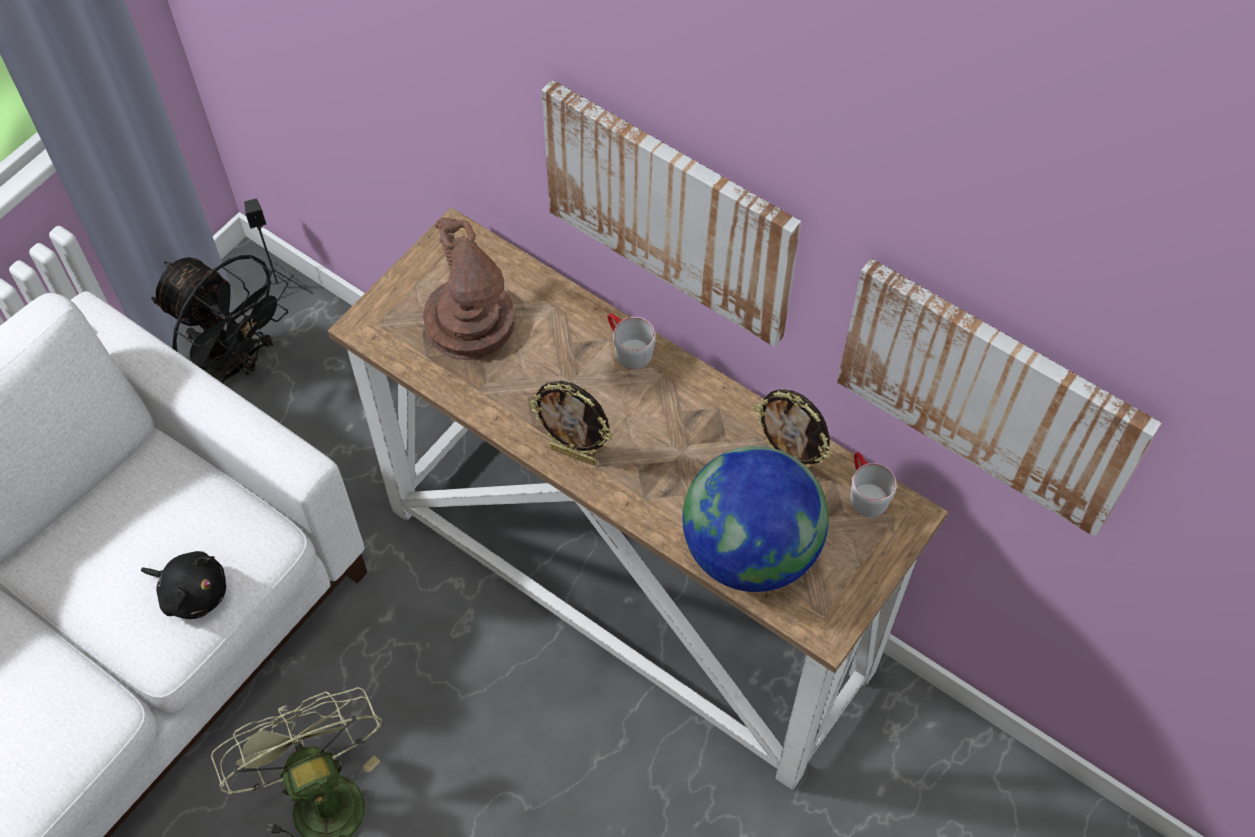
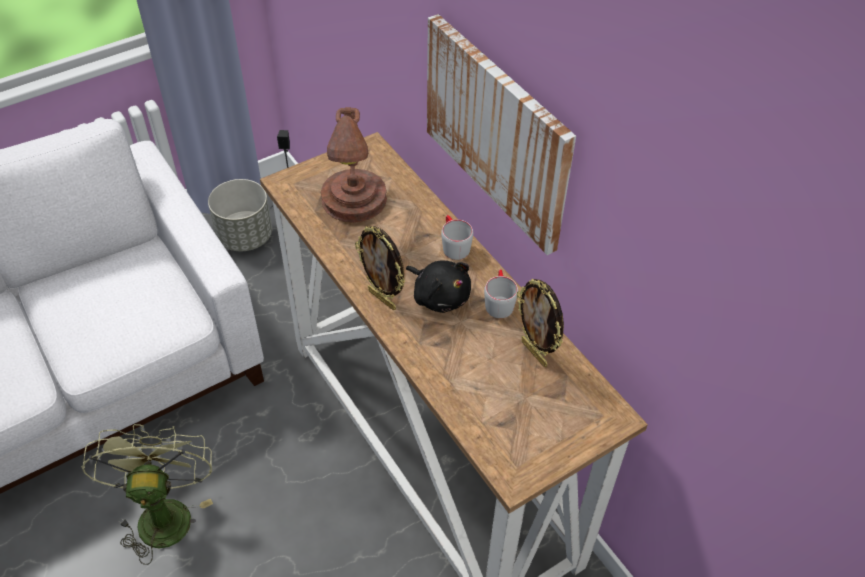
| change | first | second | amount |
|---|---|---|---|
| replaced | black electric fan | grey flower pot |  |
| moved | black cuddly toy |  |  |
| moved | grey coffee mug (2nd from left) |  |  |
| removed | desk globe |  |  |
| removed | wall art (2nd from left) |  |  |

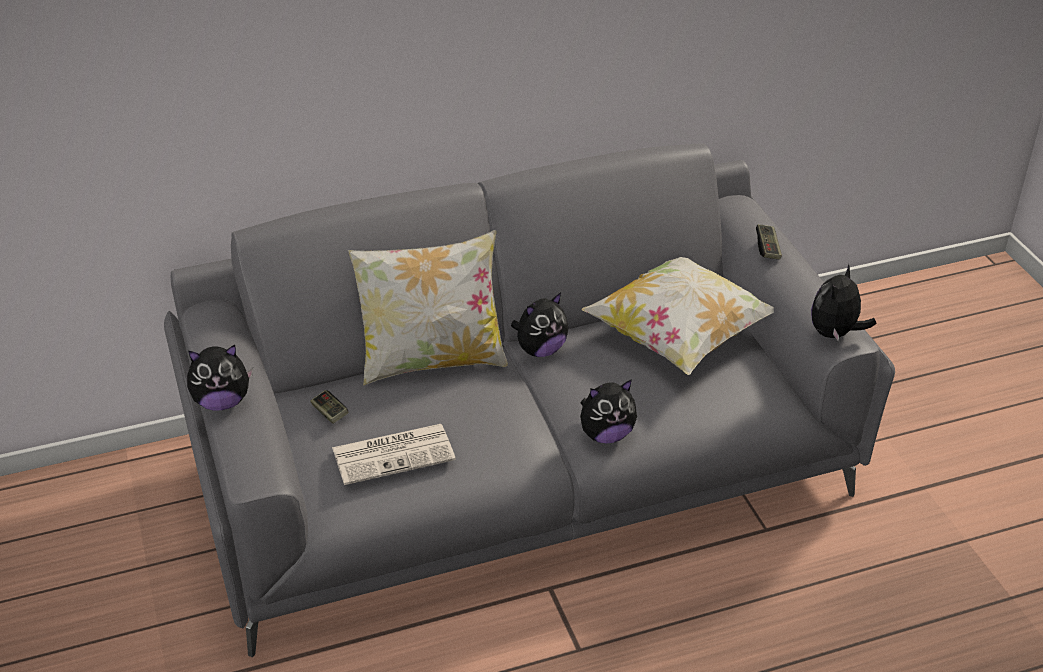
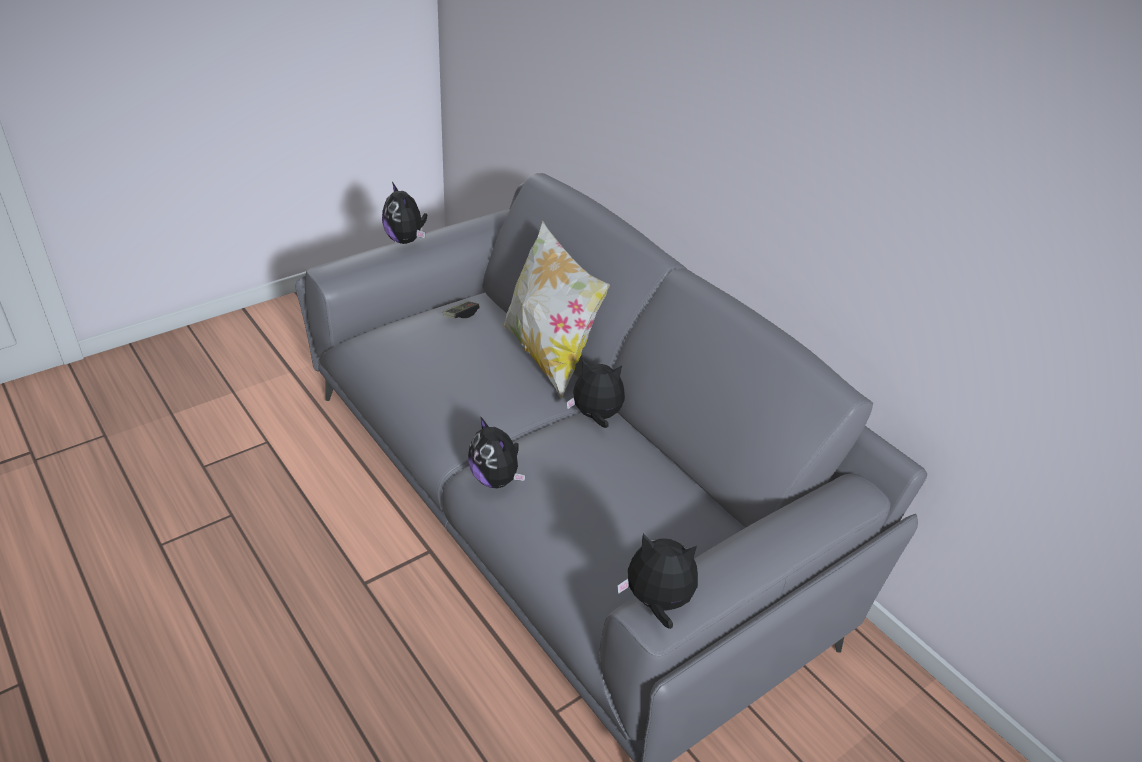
| change | first | second | amount |
|---|---|---|---|
| turned | cuddly toy (2nd from left in the first image) | cuddly toy (3rd from left) | 150 degrees clockwise |
| removed | daily paper |  |  |
| removed | throw pillow (2nd from left) |  |  |
| removed | gamepad (2nd from left) |  |  |

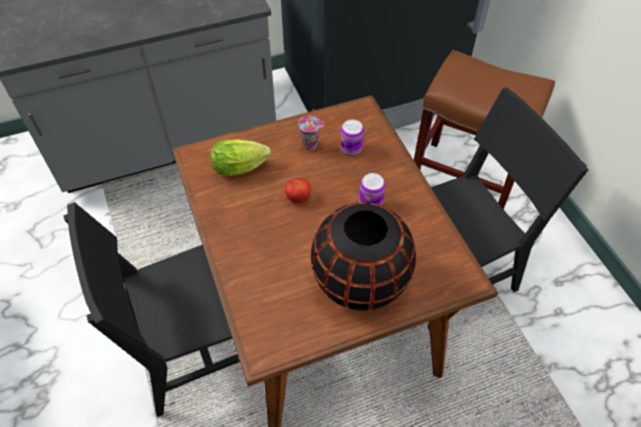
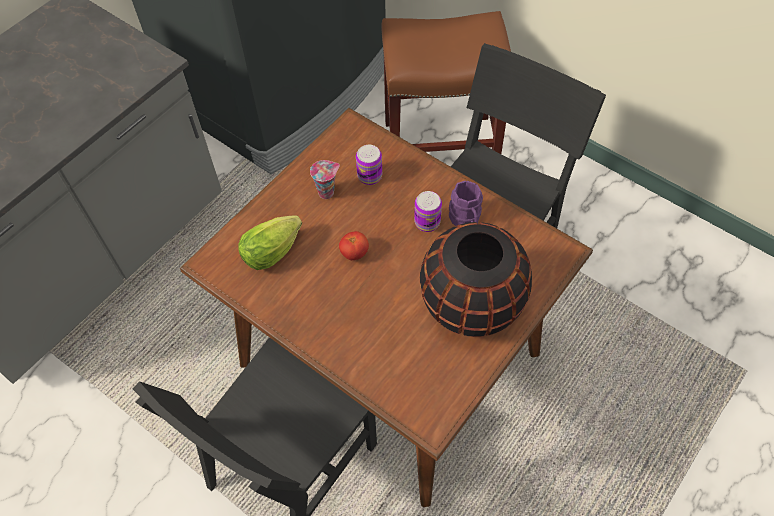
| change | first | second | amount |
|---|---|---|---|
| added |  | purple coffee mug |  |

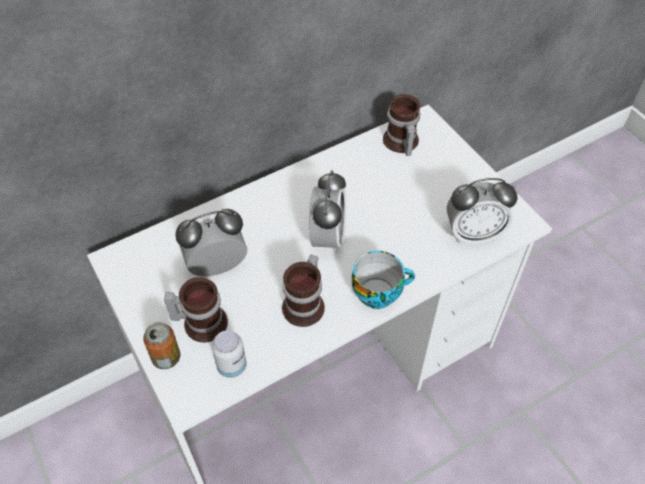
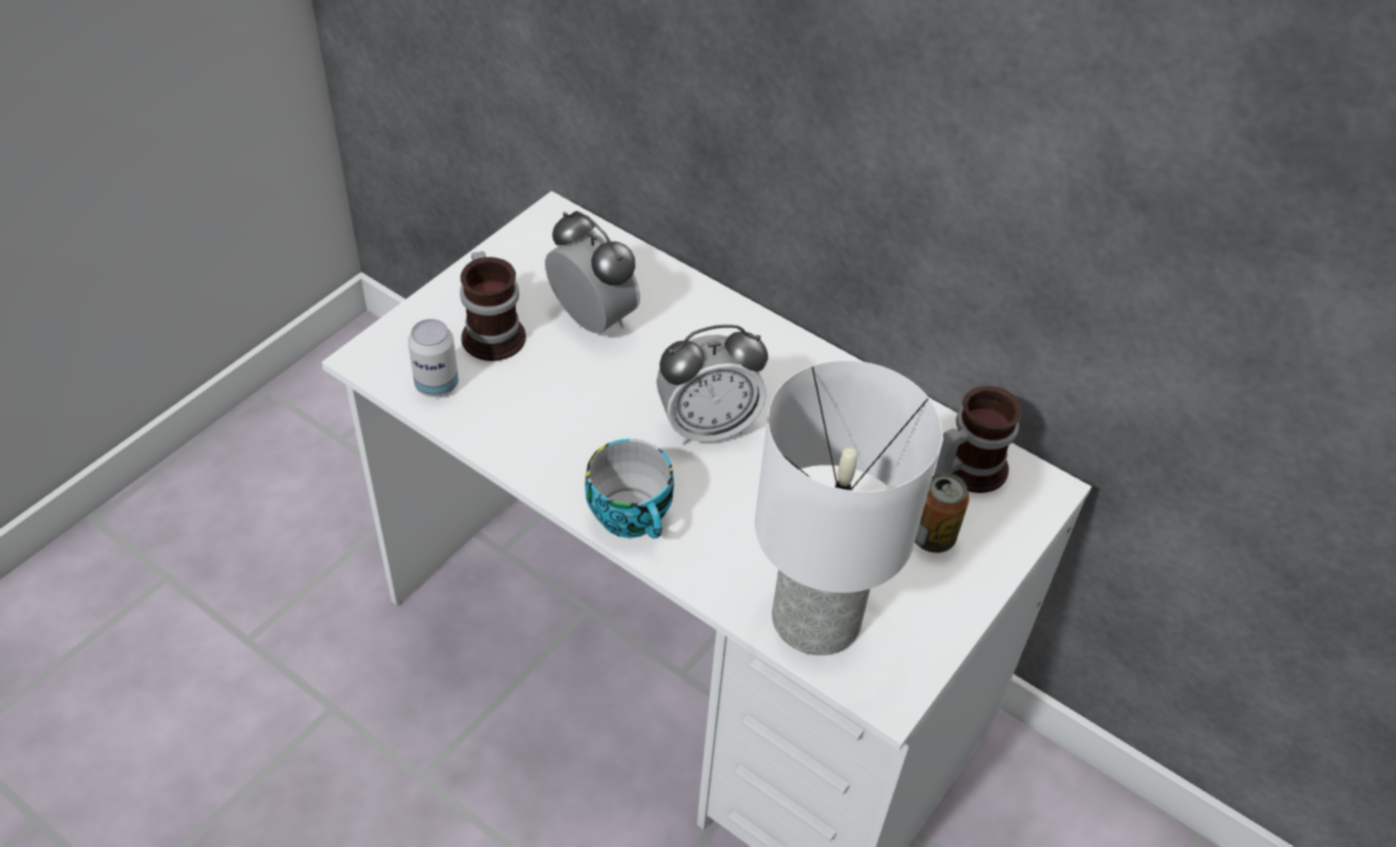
| change | first | second | amount |
|---|---|---|---|
| replaced | alarm clock (3rd from left) | whitish tabletop lamp |  |
| moved | can (1st from left in the first image) | can (2nd from left) |  |
| removed | coffee mug (2nd from left) |  |  |

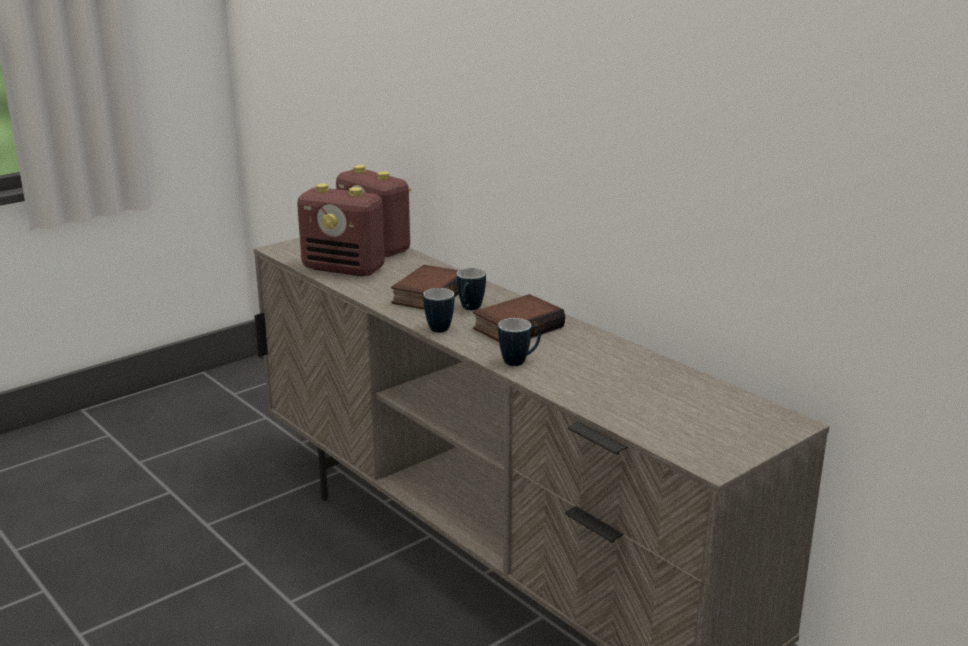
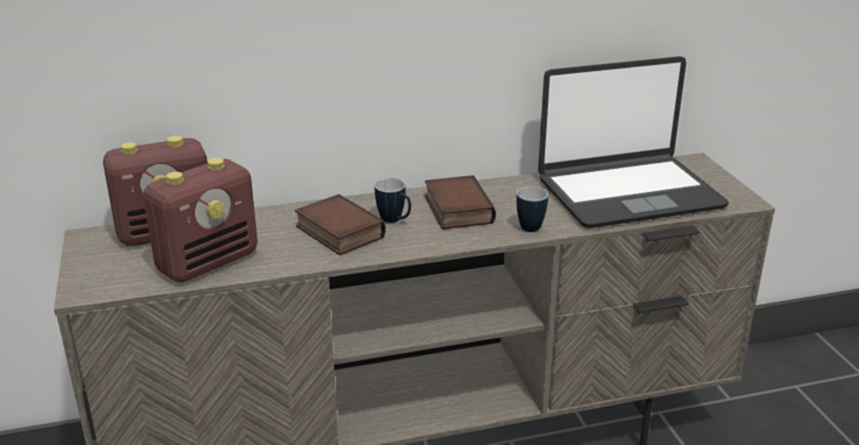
| change | first | second | amount |
|---|---|---|---|
| added |  | laptop |  |
| removed | coffee mug (1st from left) |  |  |

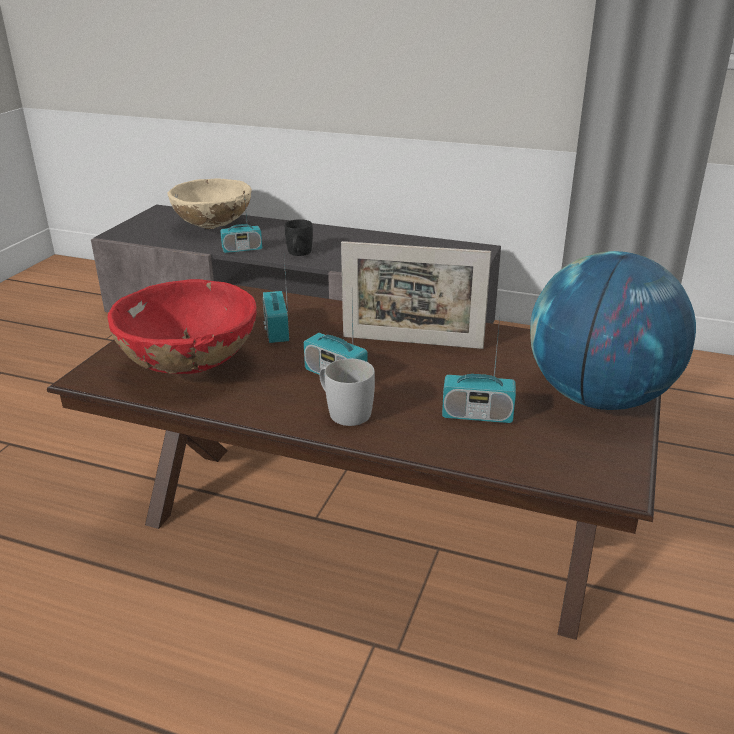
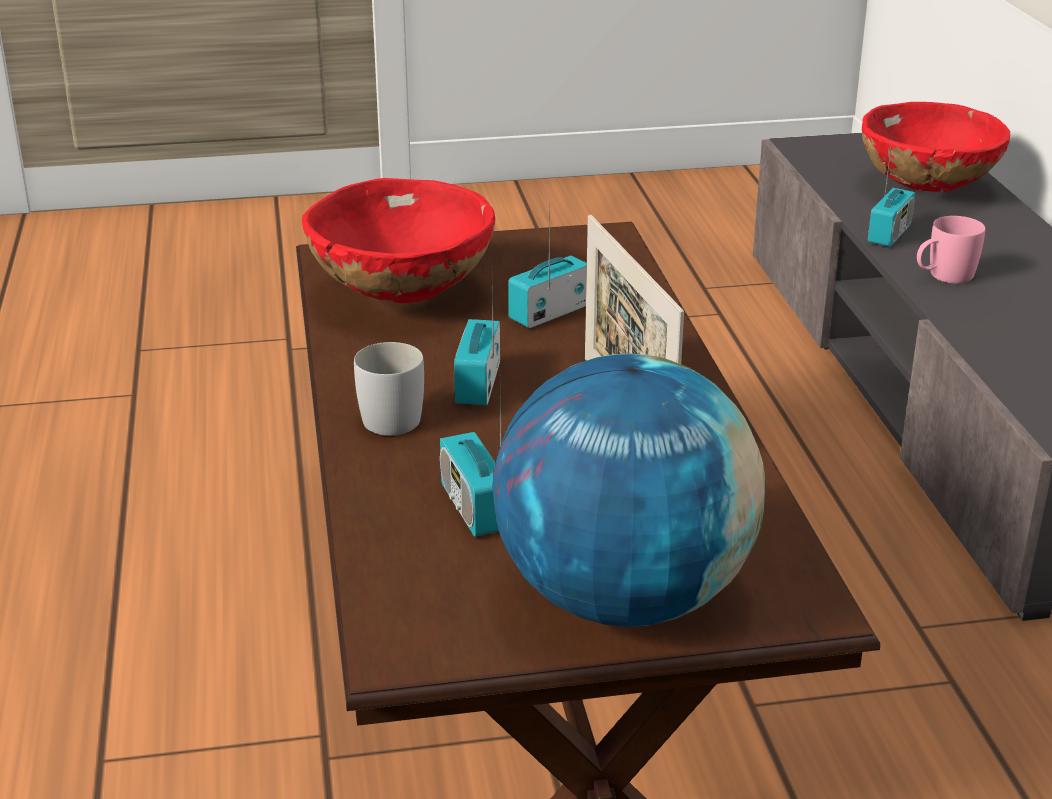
| change | first | second | amount |
|---|---|---|---|
| recoloured | beige-coloured deep dish | red deep dish (2nd from left) |  |
| turned | radio set (1st from left in the first image) | radio set (4th from left) | 105 degrees counterclockwise |
| recoloured | black coffee mug | pink coffee mug |  |

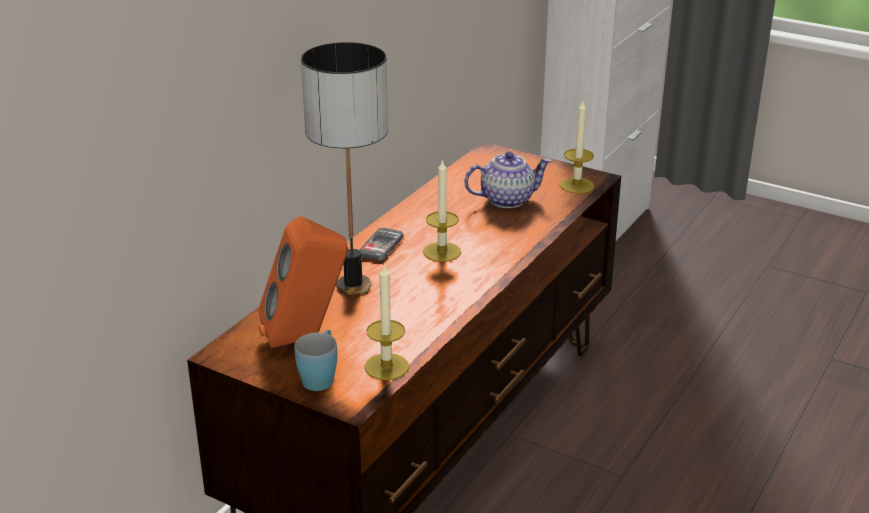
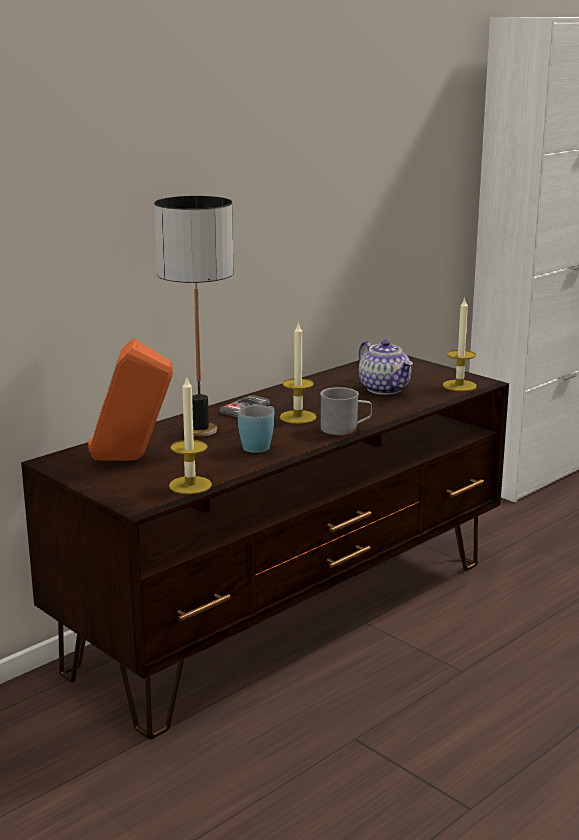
| change | first | second | amount |
|---|---|---|---|
| moved | bluish coffee mug |  |  |
| added |  | grey coffee mug |  |
| turned | tea pot |  | 60 degrees clockwise |

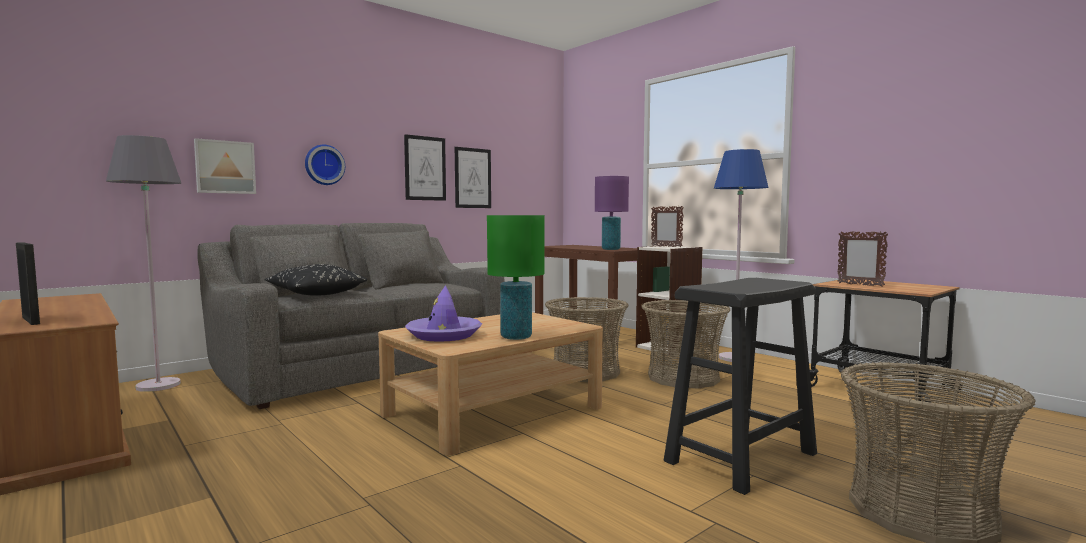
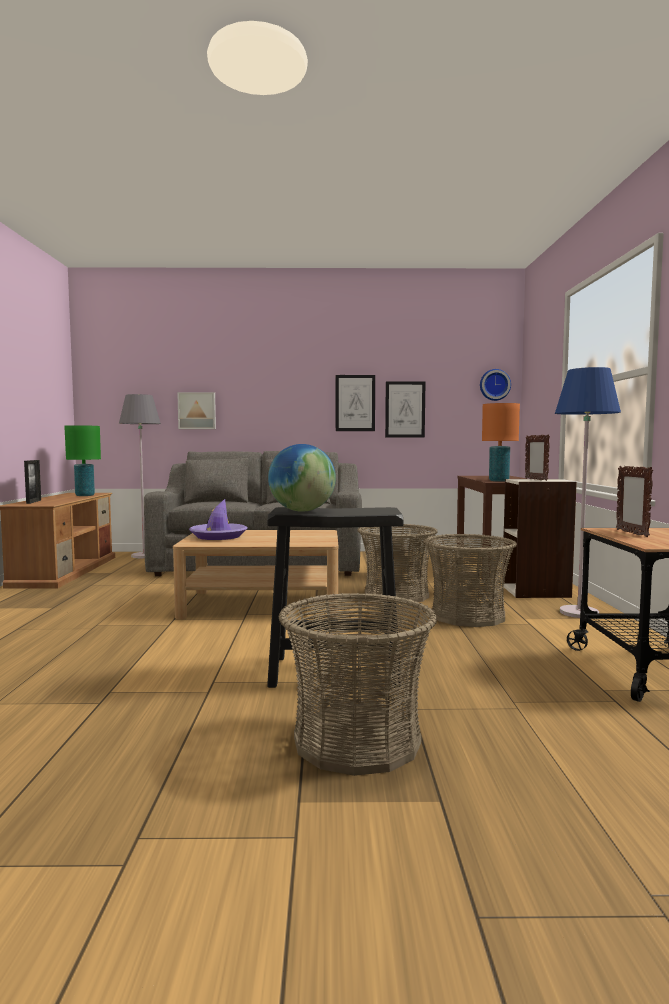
| change | first | second | amount |
|---|---|---|---|
| moved | green tabletop lamp |  |  |
| added |  | desk globe |  |
| moved | wall clock |  |  |
| recoloured | purple tabletop lamp | orange tabletop lamp |  |
| removed | black throw pillow |  |  |

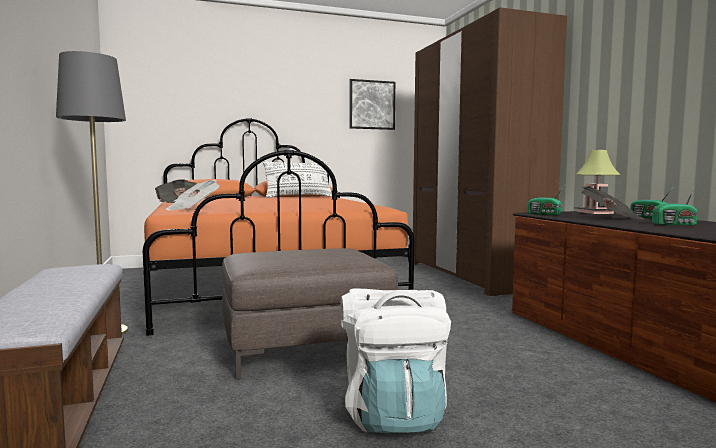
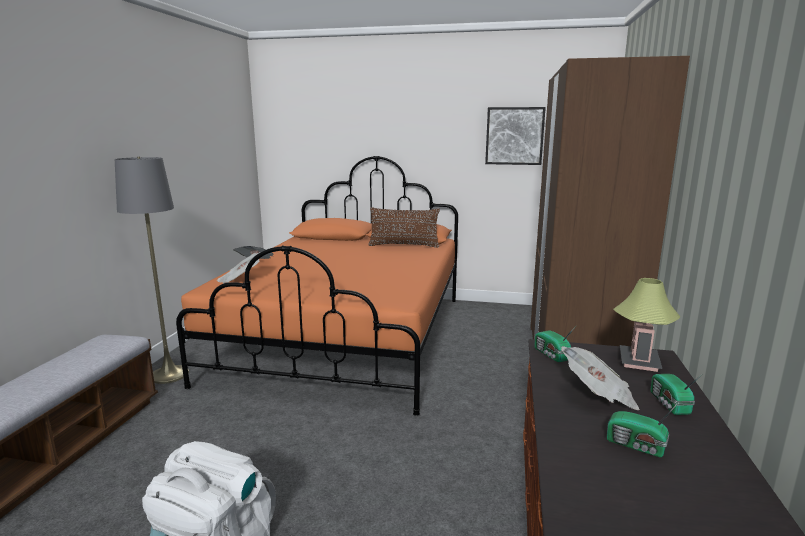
| change | first | second | amount |
|---|---|---|---|
| recoloured | whitish throw pillow | brownish throw pillow |  |
| removed | brownish footrest |  |  |

